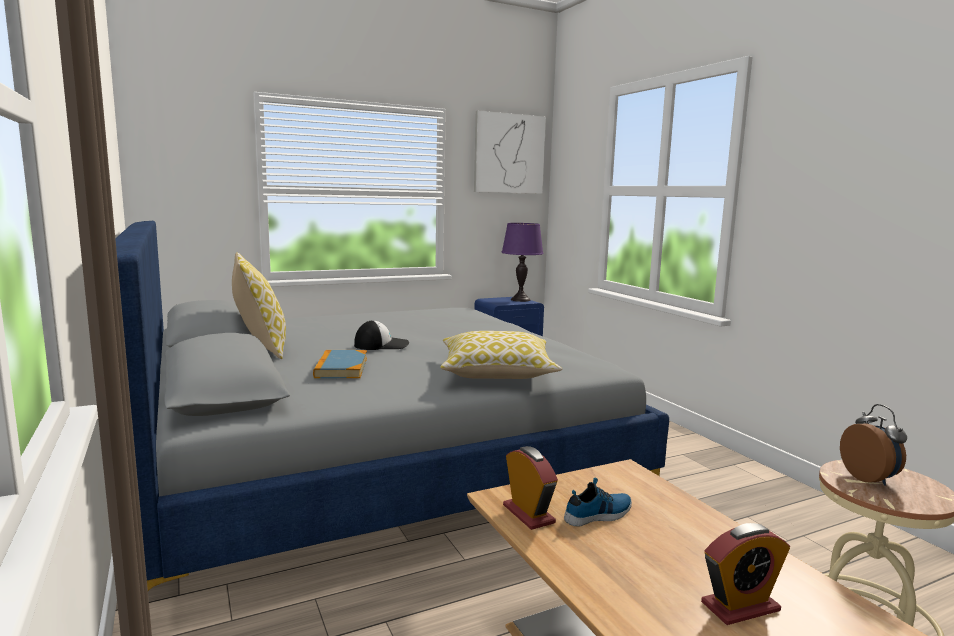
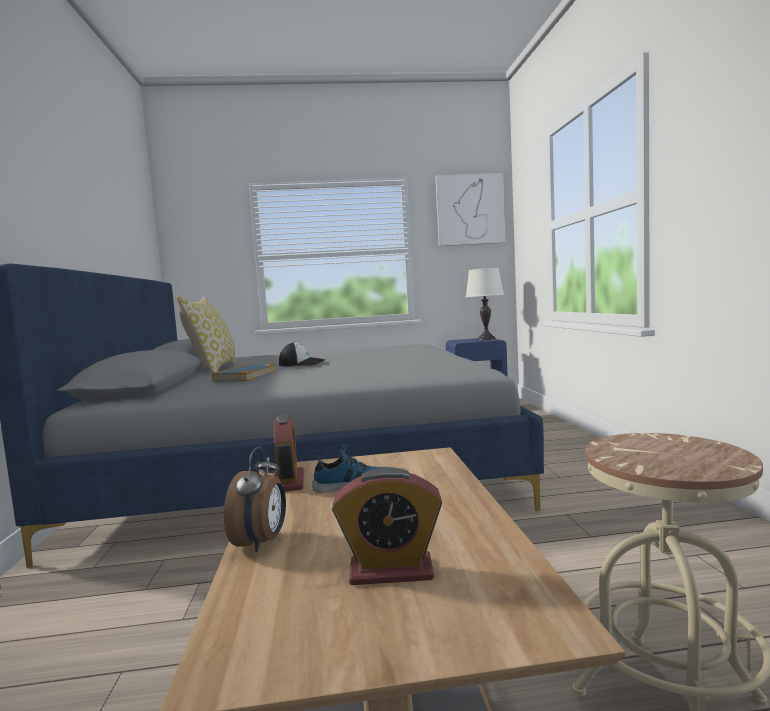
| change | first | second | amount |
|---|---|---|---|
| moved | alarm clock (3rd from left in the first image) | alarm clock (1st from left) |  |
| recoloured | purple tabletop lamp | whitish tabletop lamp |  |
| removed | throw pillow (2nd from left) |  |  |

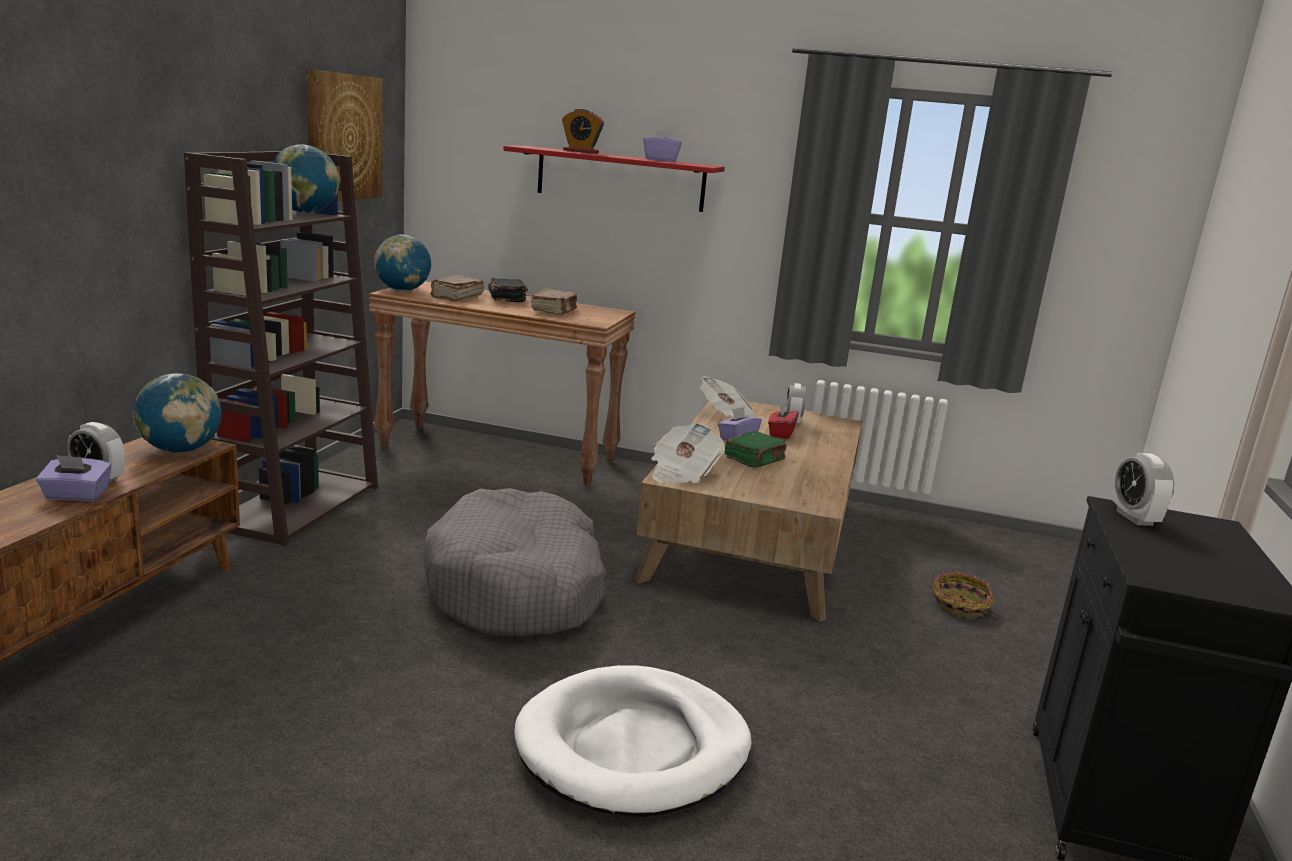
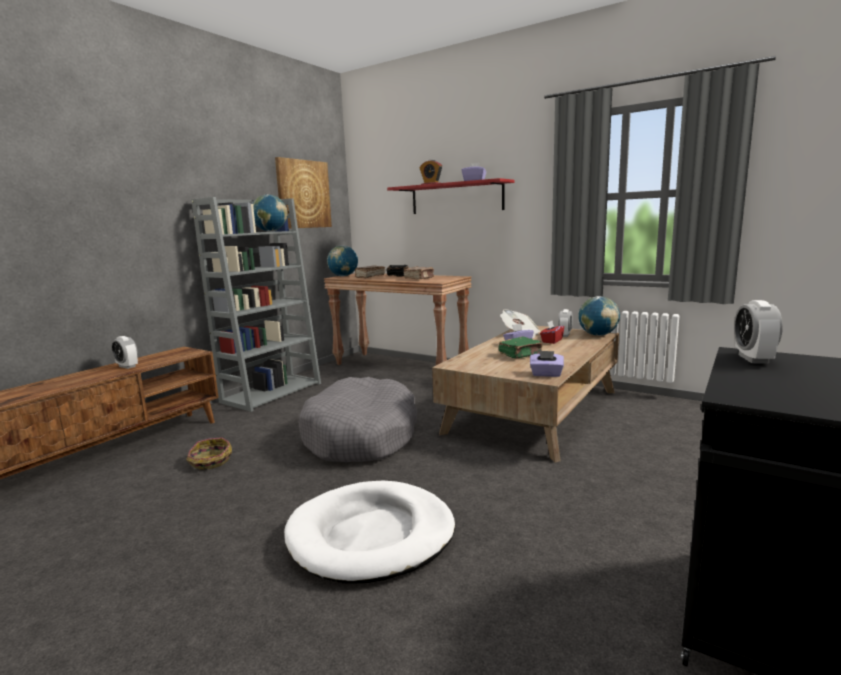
| change | first | second | amount |
|---|---|---|---|
| moved | storage basket |  |  |
| recoloured | brownish bookcase | grey bookcase |  |
| moved | purple tissue box (1st from left in the first image) | purple tissue box (3rd from left) |  |
| moved | desk globe (1st from left in the first image) | desk globe (3rd from left) |  |
| removed | daily paper (1st from left) |  |  |

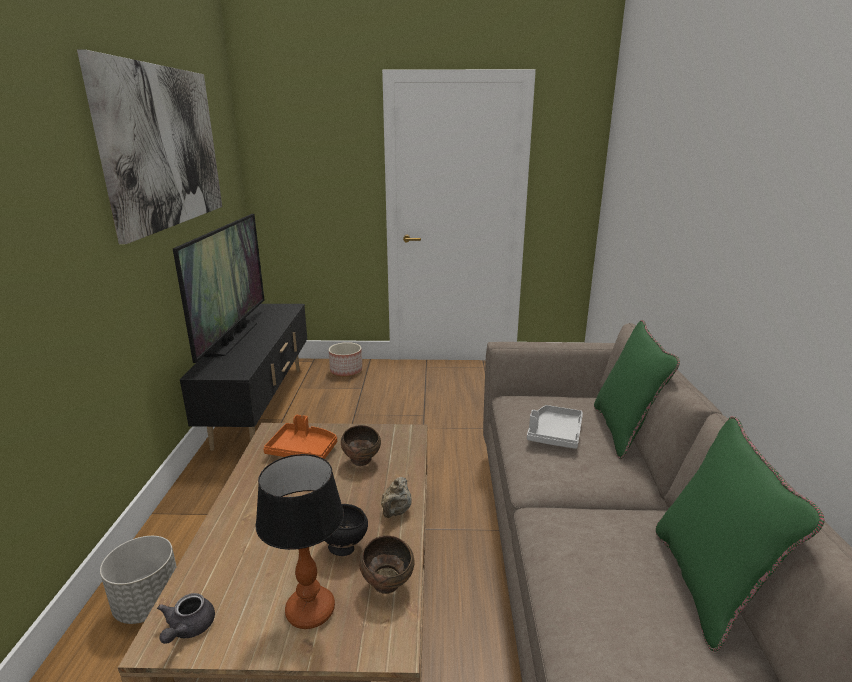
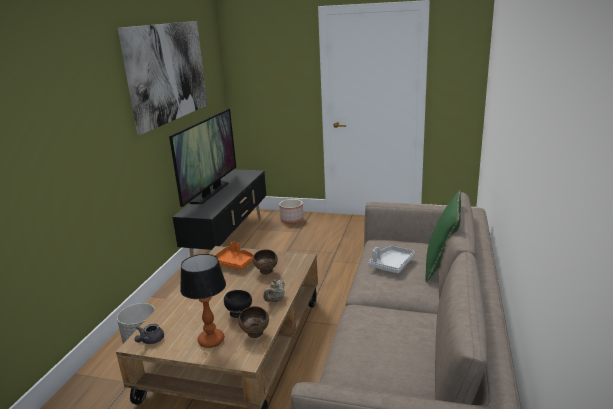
| change | first | second | amount |
|---|---|---|---|
| removed | green throw pillow (2nd from left) |  |  |

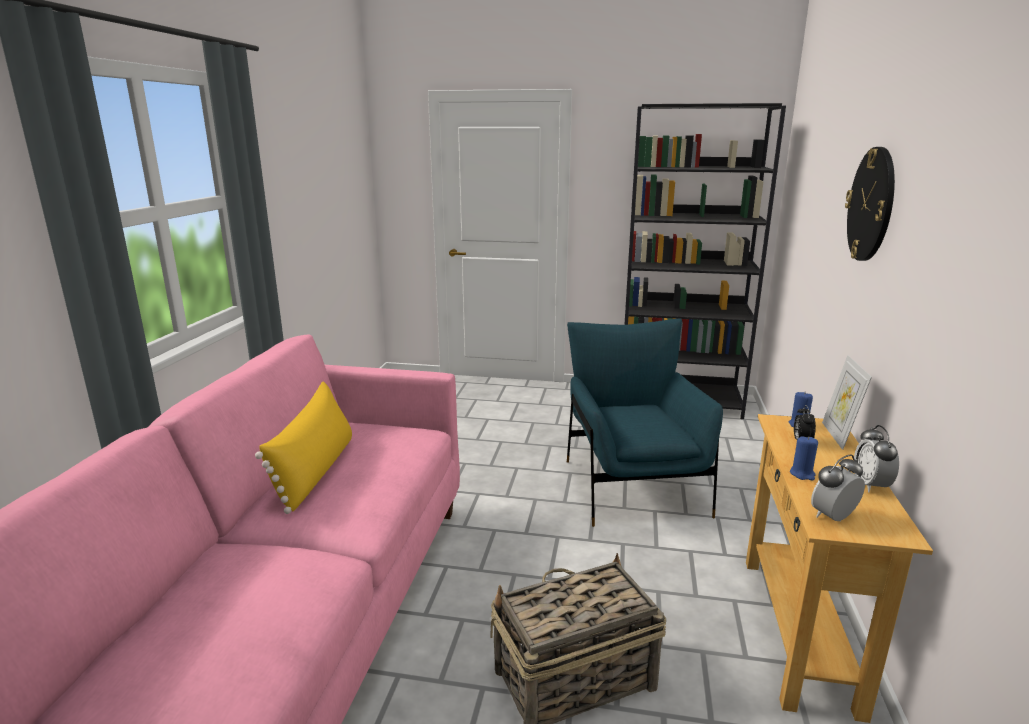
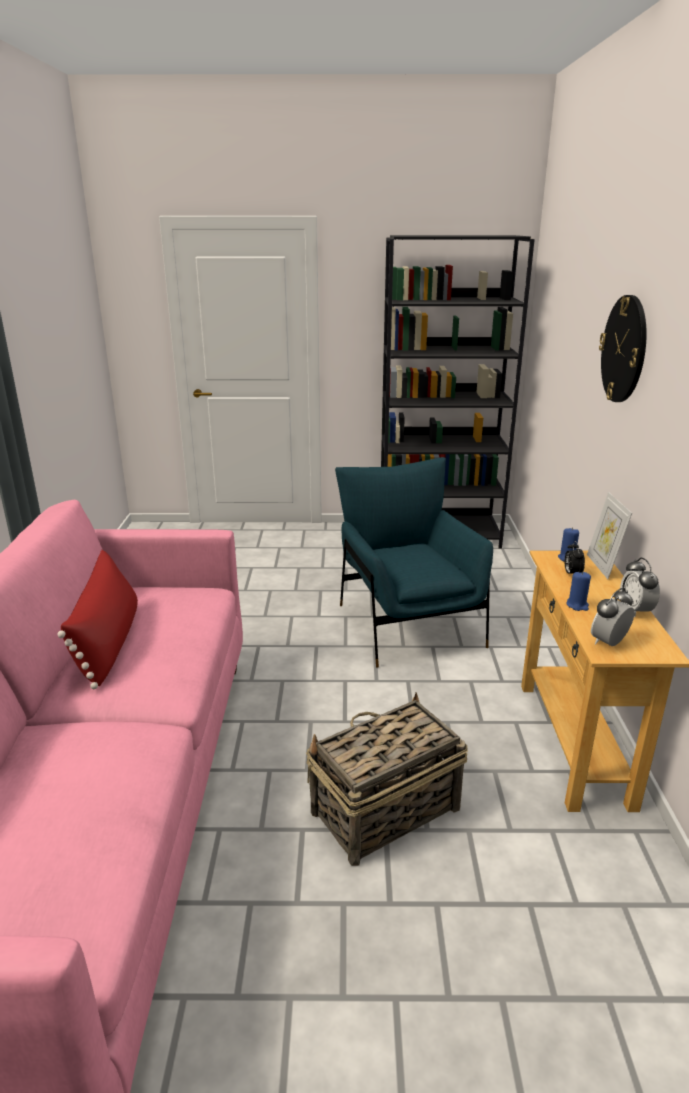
| change | first | second | amount |
|---|---|---|---|
| recoloured | yellow throw pillow | red throw pillow |  |

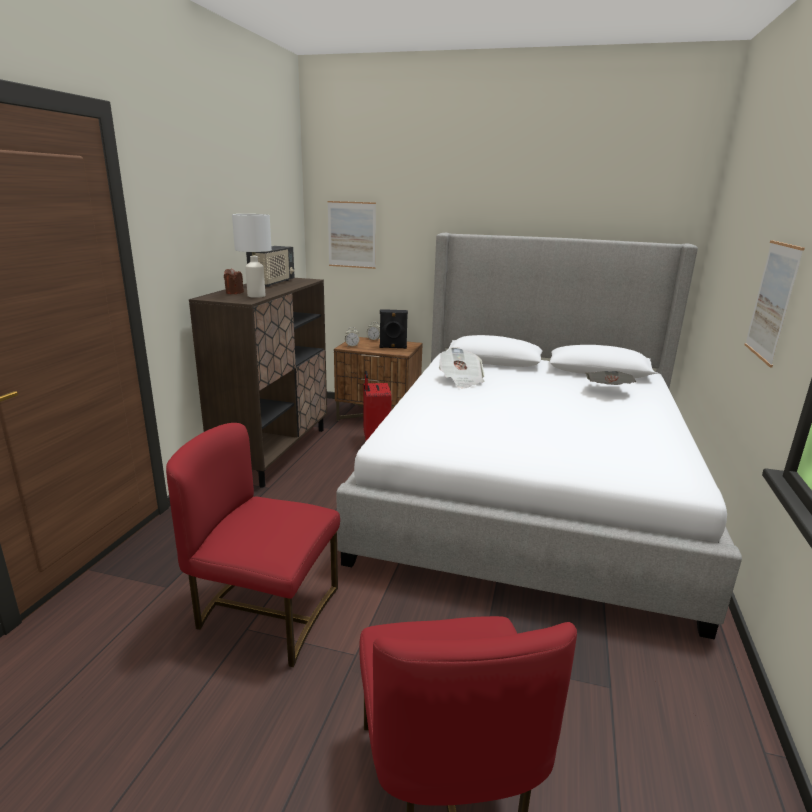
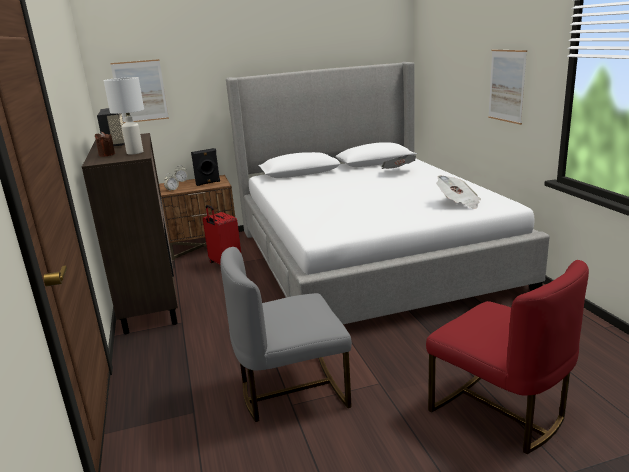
| change | first | second | amount |
|---|---|---|---|
| recoloured | red plain chair (1st from left) | grey plain chair |  |
| moved | daily paper (1st from left in the first image) | daily paper (2nd from left) |  |

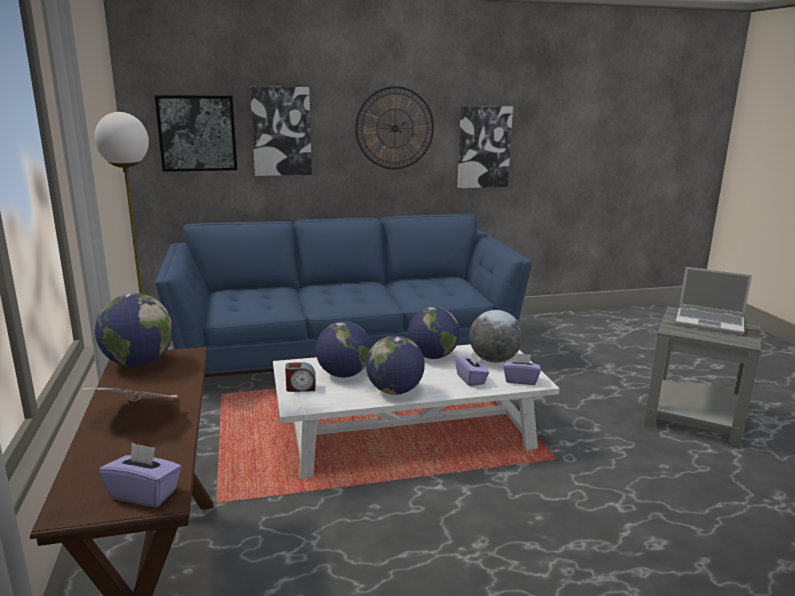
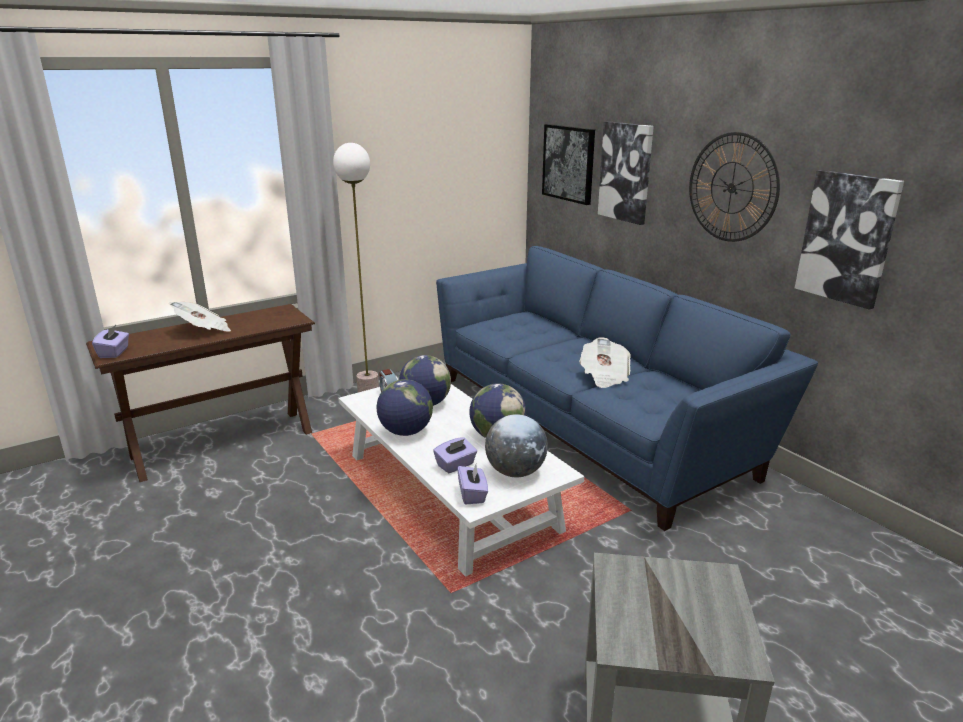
| change | first | second | amount |
|---|---|---|---|
| added |  | daily paper (2nd from left) |  |
| removed | desk globe (1st from left) |  |  |
| removed | laptop |  |  |

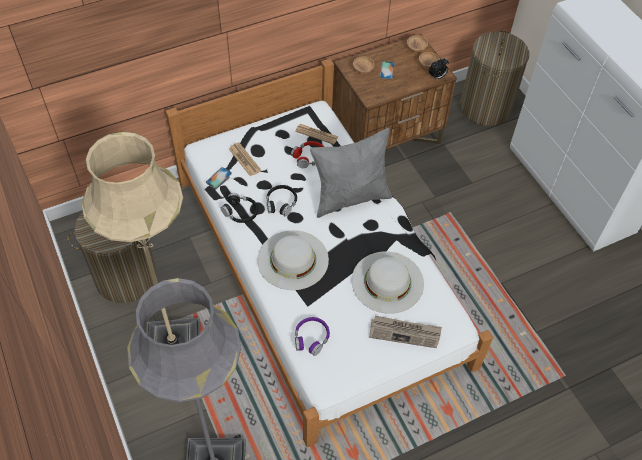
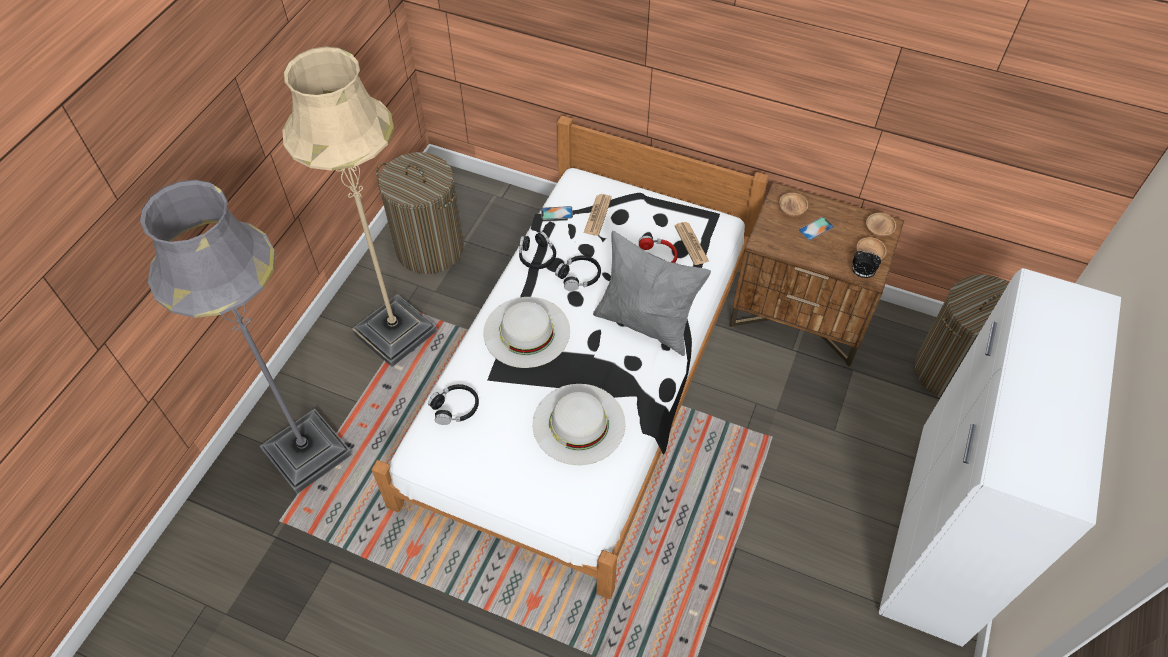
| change | first | second | amount |
|---|---|---|---|
| recoloured | purple pair of headphones | black pair of headphones (1st from left) |  |
| removed | daily paper (3rd from left) |  |  |

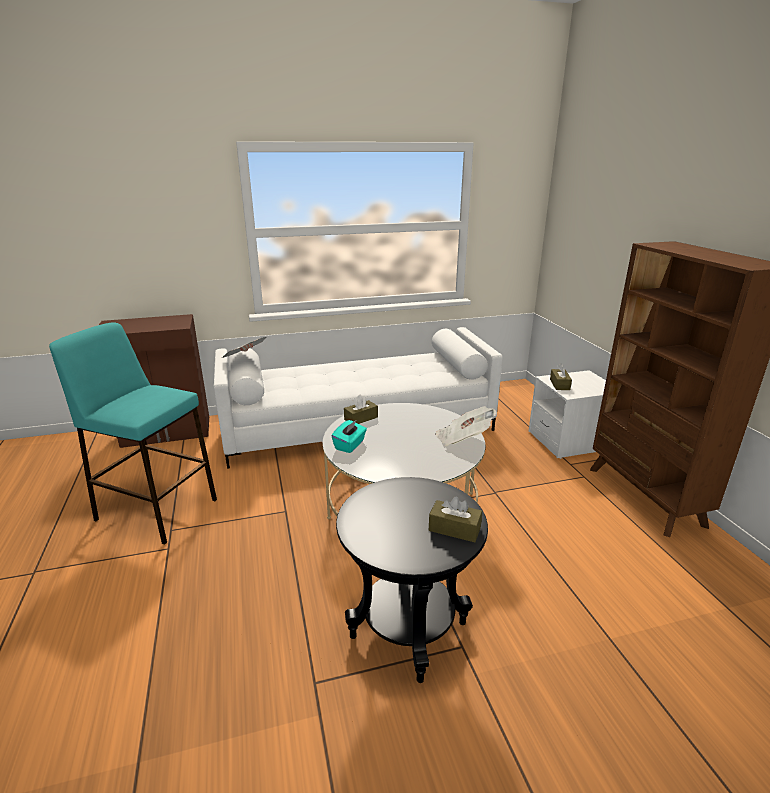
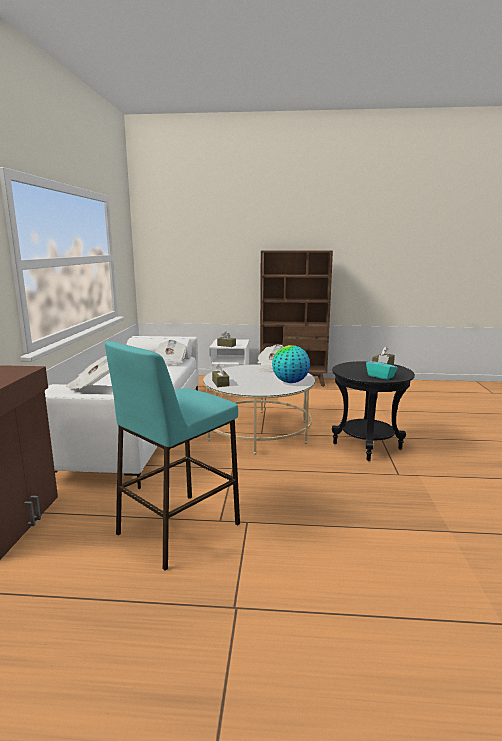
| change | first | second | amount |
|---|---|---|---|
| added |  | daily paper (2nd from left) |  |
| added |  | desk globe |  |
| moved | blue-green tissue box |  |  |

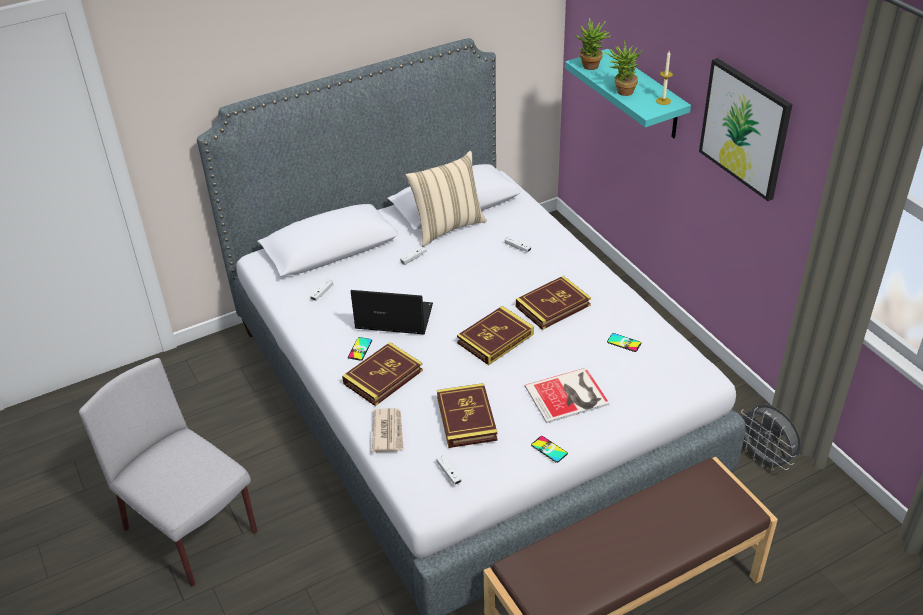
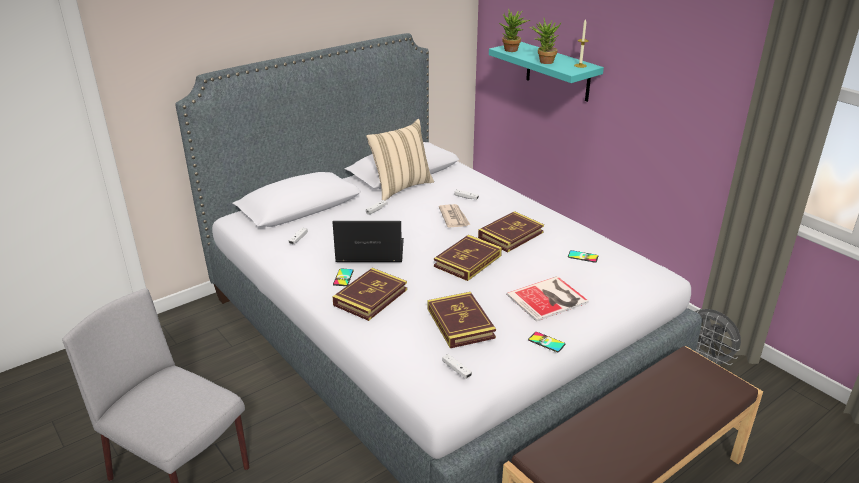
| change | first | second | amount |
|---|---|---|---|
| moved | daily paper |  |  |
| removed | wall art |  |  |

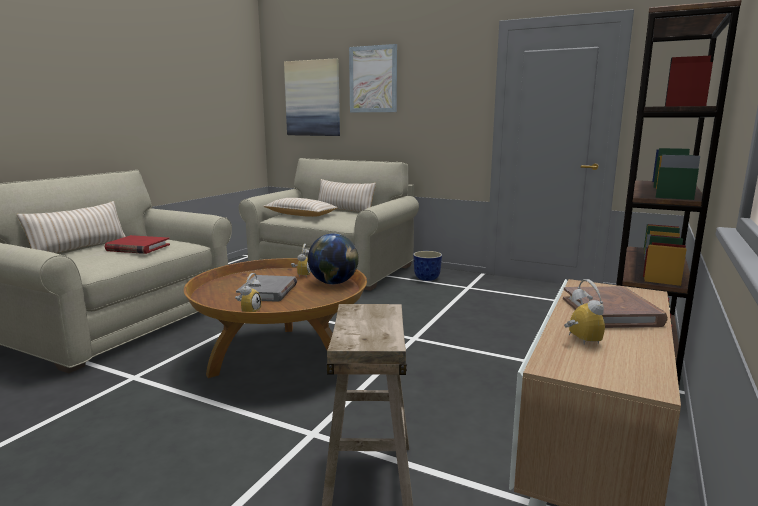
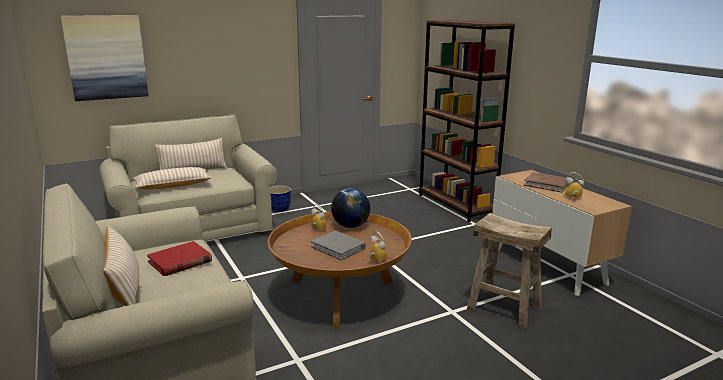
| change | first | second | amount |
|---|---|---|---|
| removed | wall art (2nd from left) |  |  |

